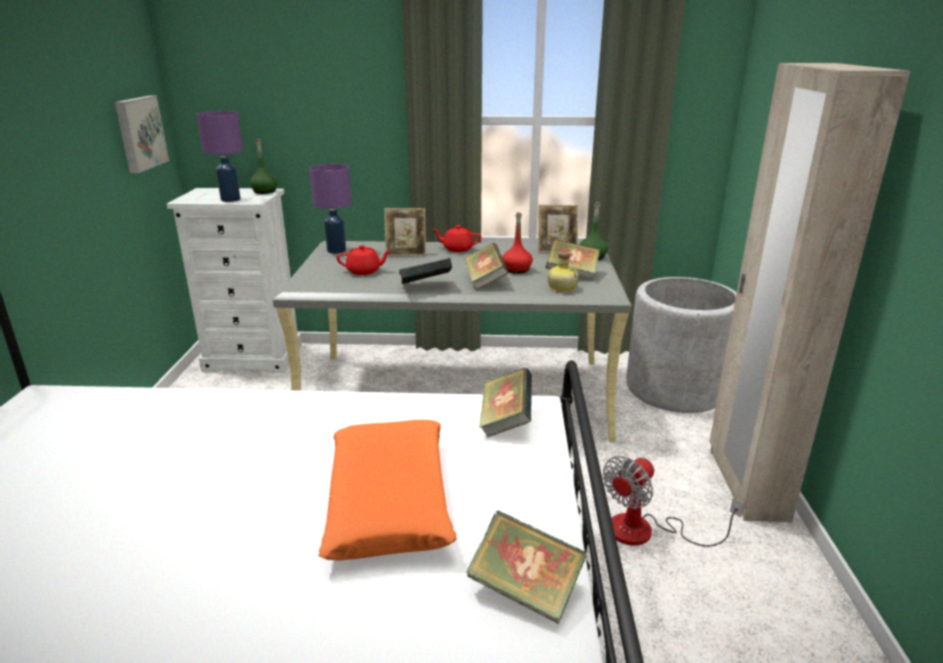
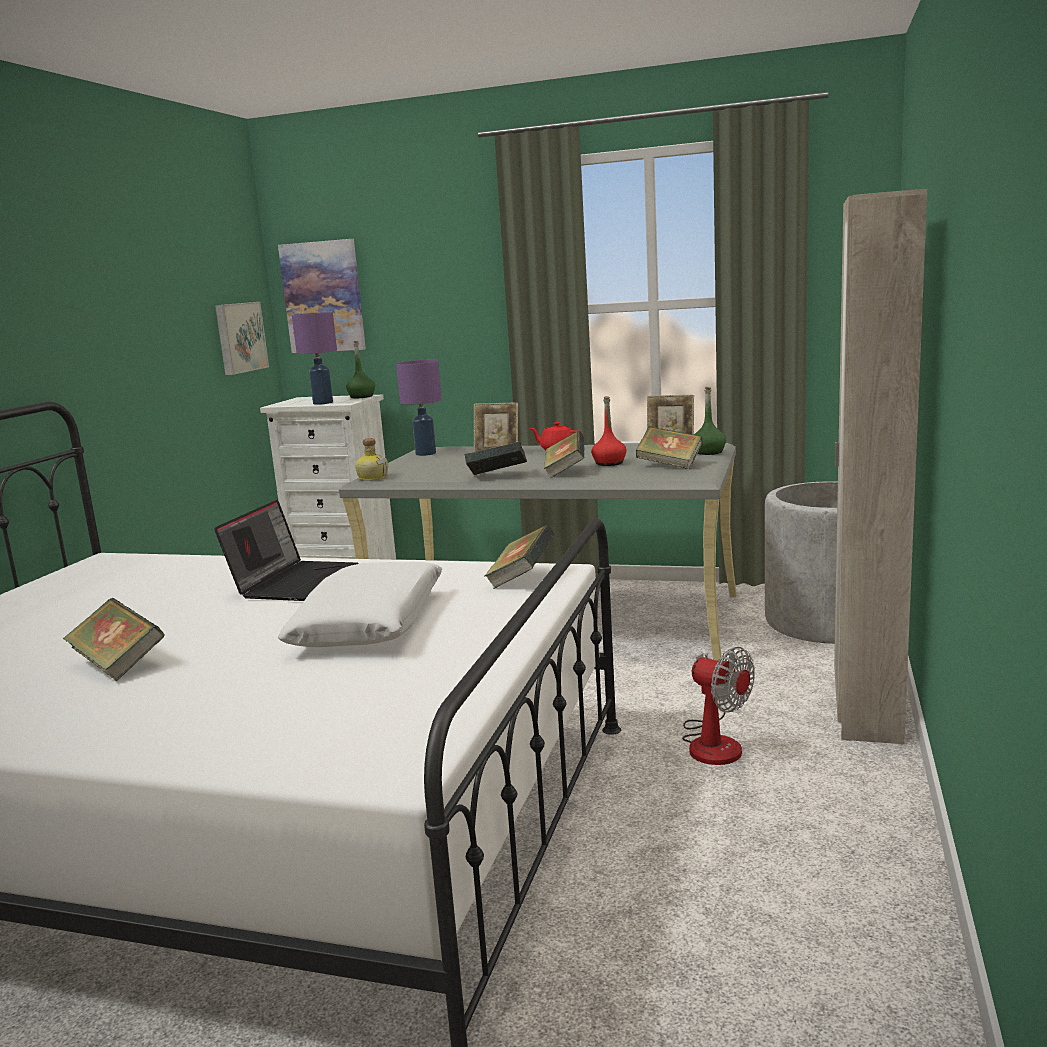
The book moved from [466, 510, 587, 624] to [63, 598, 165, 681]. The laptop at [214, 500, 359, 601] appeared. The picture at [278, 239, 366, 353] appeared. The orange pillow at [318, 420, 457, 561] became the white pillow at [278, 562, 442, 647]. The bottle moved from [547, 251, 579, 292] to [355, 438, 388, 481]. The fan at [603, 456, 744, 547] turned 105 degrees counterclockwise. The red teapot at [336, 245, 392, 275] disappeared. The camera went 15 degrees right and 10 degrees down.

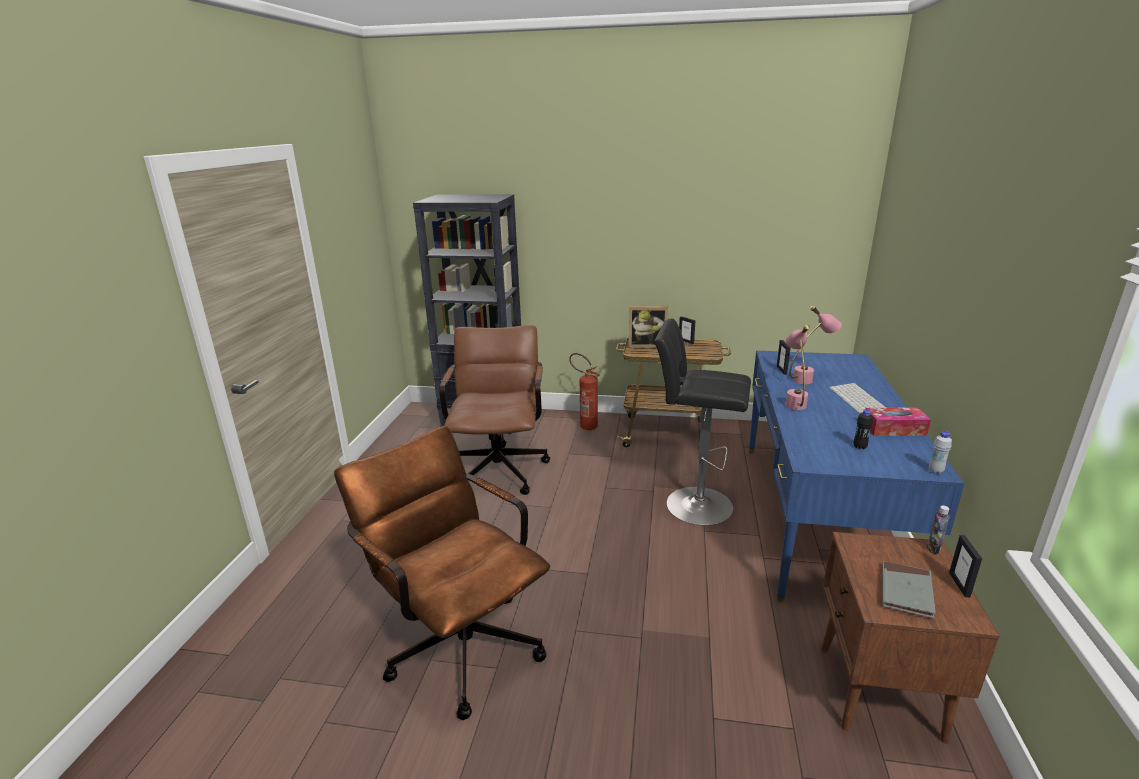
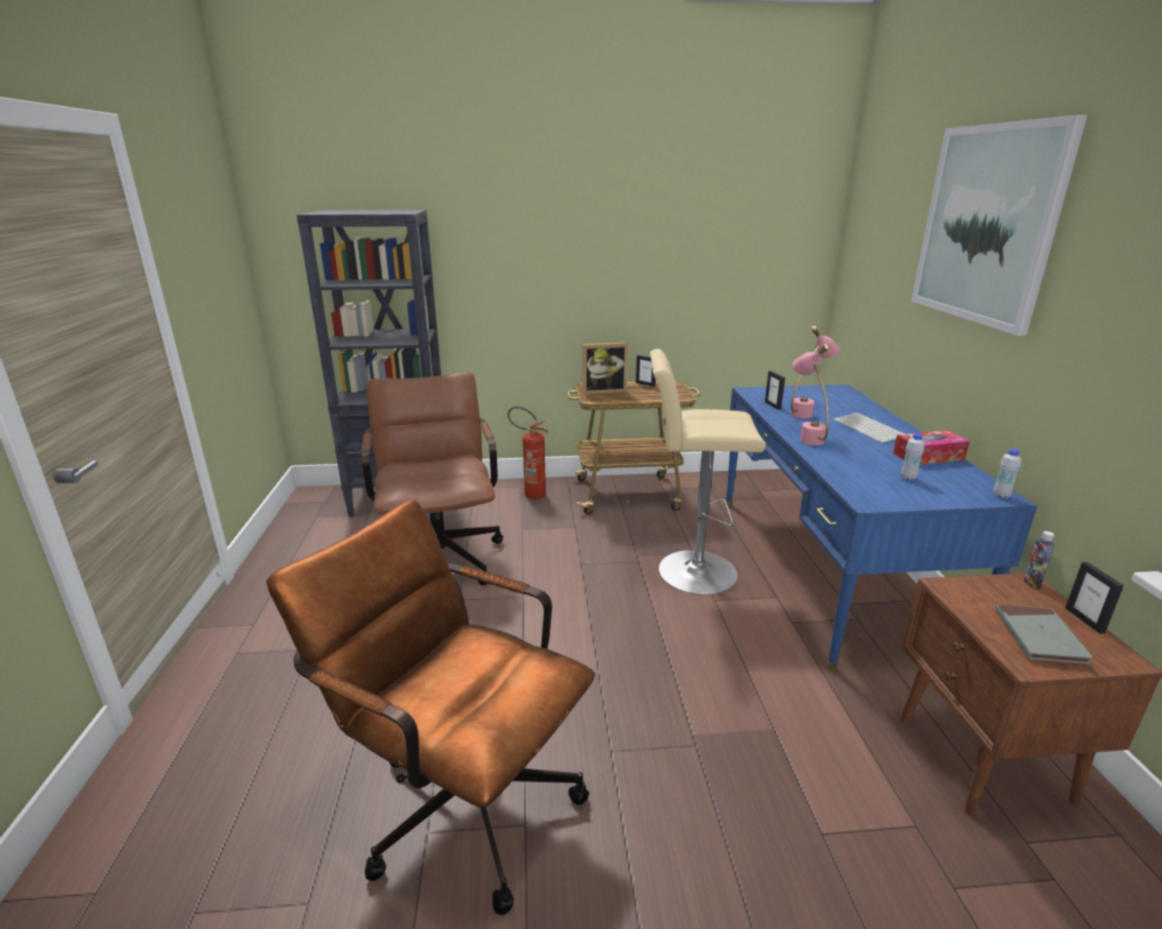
The black stool at [654, 318, 751, 526] became the beige stool at [650, 349, 766, 595]. The black bottle at [853, 409, 873, 449] became the white bottle at [901, 433, 925, 481]. The picture at [911, 115, 1088, 336] appeared. The camera went 15 degrees left and 0 degrees up.

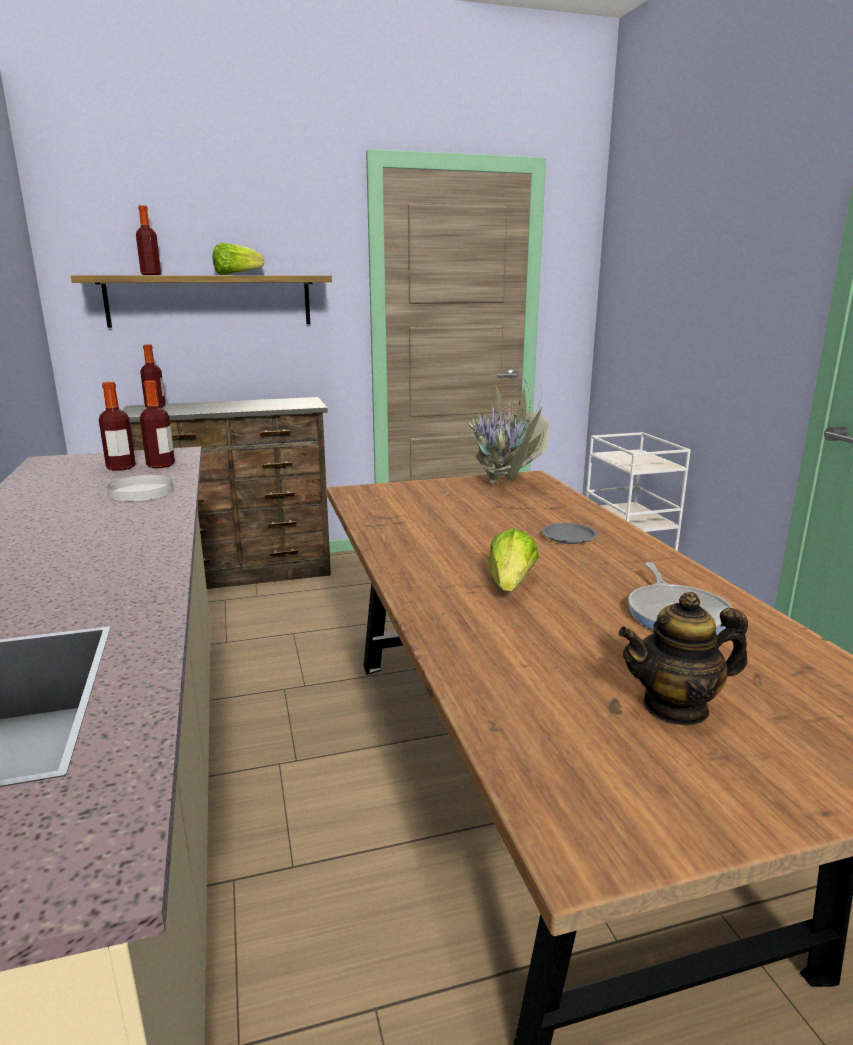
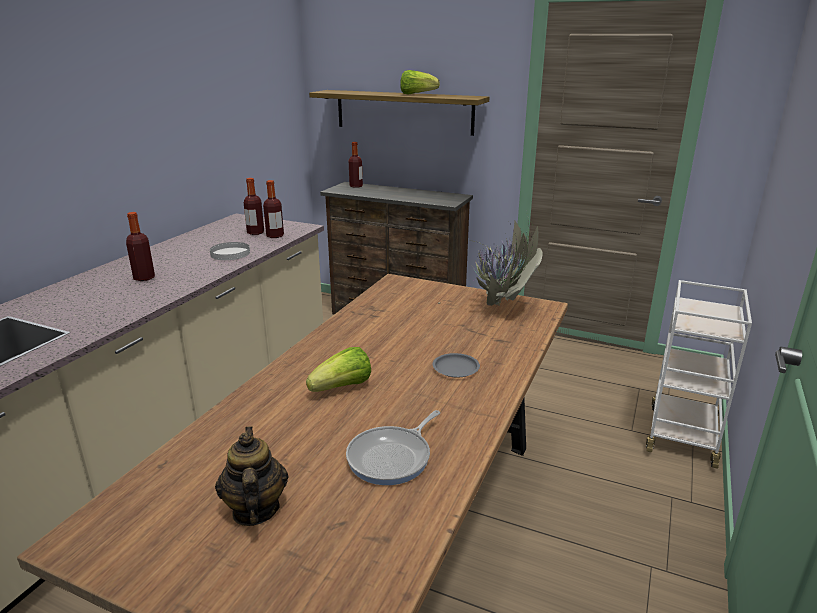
The bottle moved from [136, 205, 161, 275] to [126, 212, 155, 281]. The teapot at [618, 592, 748, 726] turned 45 degrees clockwise. The camera went 40 degrees right and 5 degrees up.

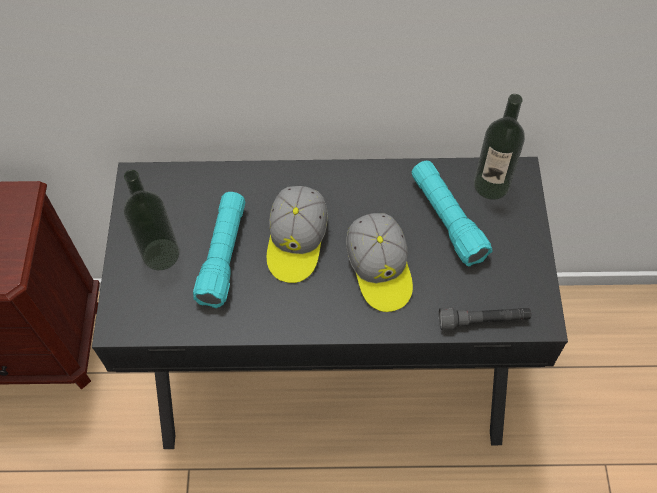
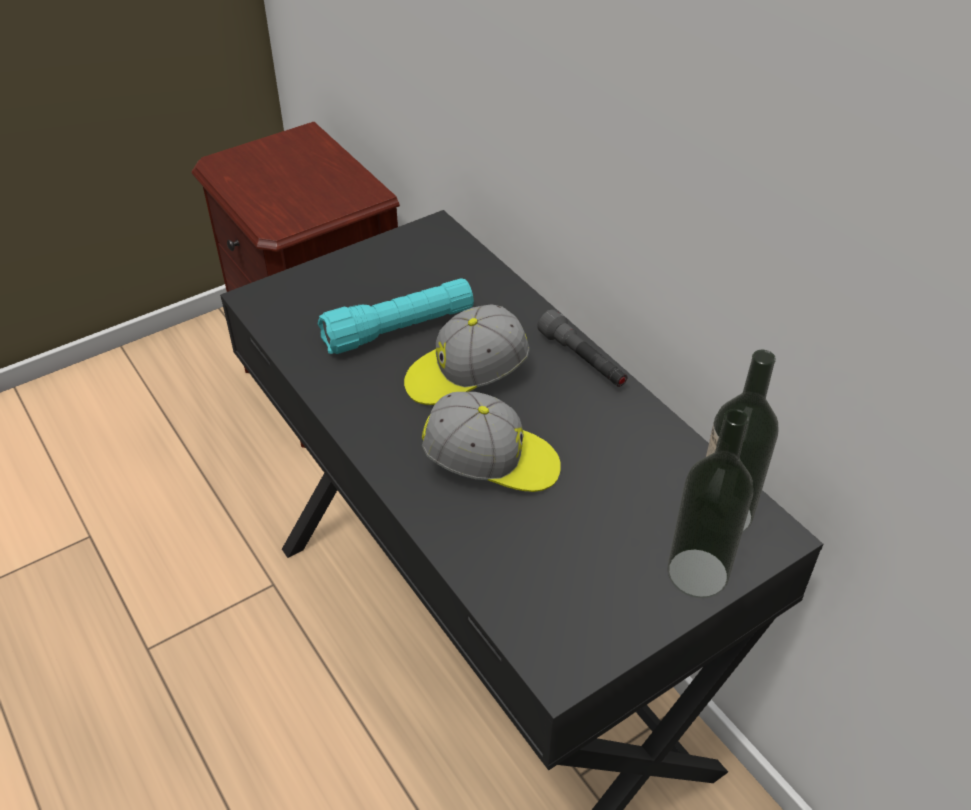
The cap at [346, 213, 413, 312] turned 120 degrees counterclockwise. The grey flashlight moved from [439, 307, 531, 330] to [538, 309, 627, 387]. The bottle moved from [124, 170, 180, 270] to [668, 409, 753, 598]. The turquoise flashlight at [412, 161, 493, 266] disappeared. The camera went 55 degrees right and 15 degrees down.

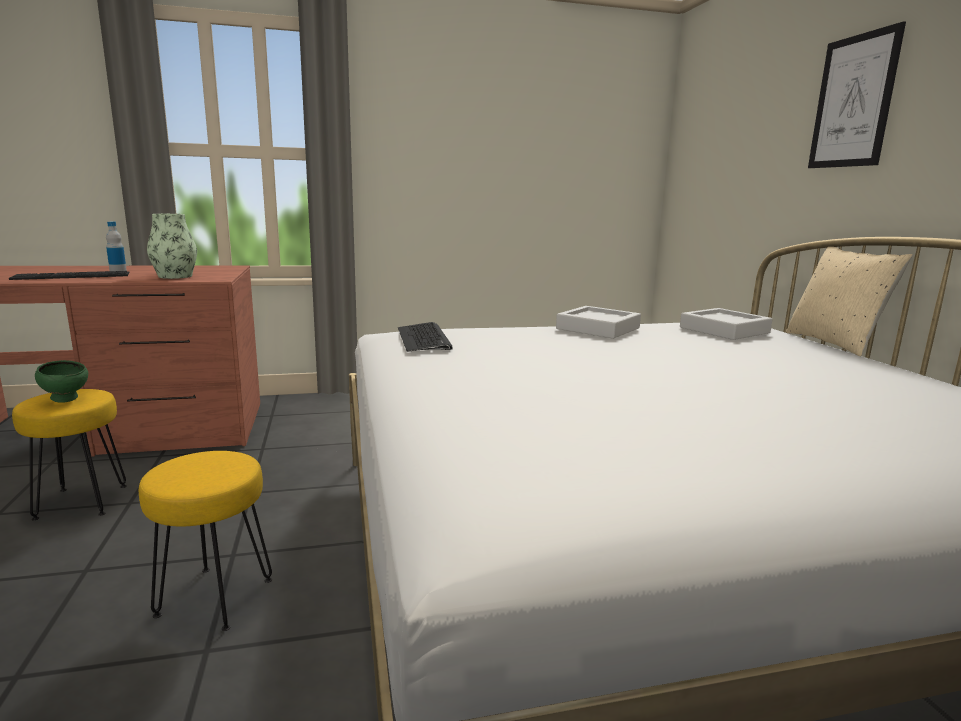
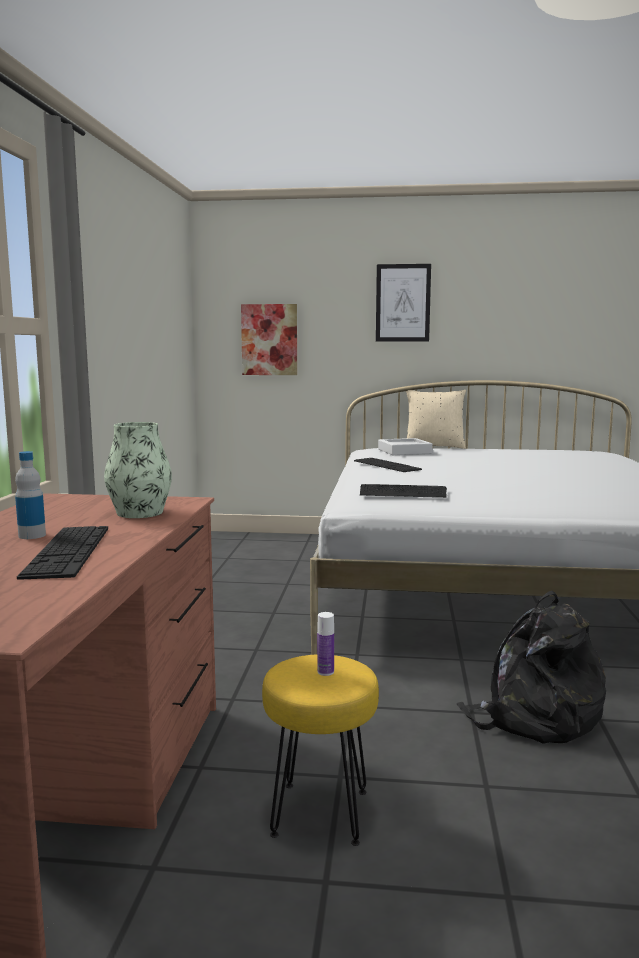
The picture at [241, 304, 297, 375] appeared. The green bowl at [35, 360, 88, 403] was replaced by the bottle at [317, 612, 334, 676]. The grey tray at [556, 306, 641, 339] was replaced by the keyboard at [354, 458, 422, 472]. The yellow stool at [139, 451, 272, 631] was replaced by the black backpack at [456, 590, 606, 744]. The camera went 70 degrees left and 5 degrees down.

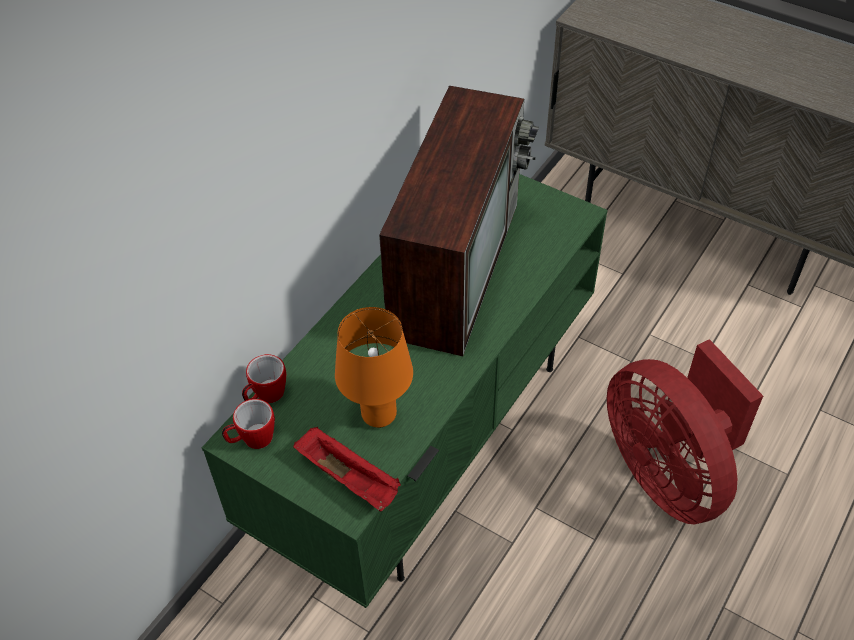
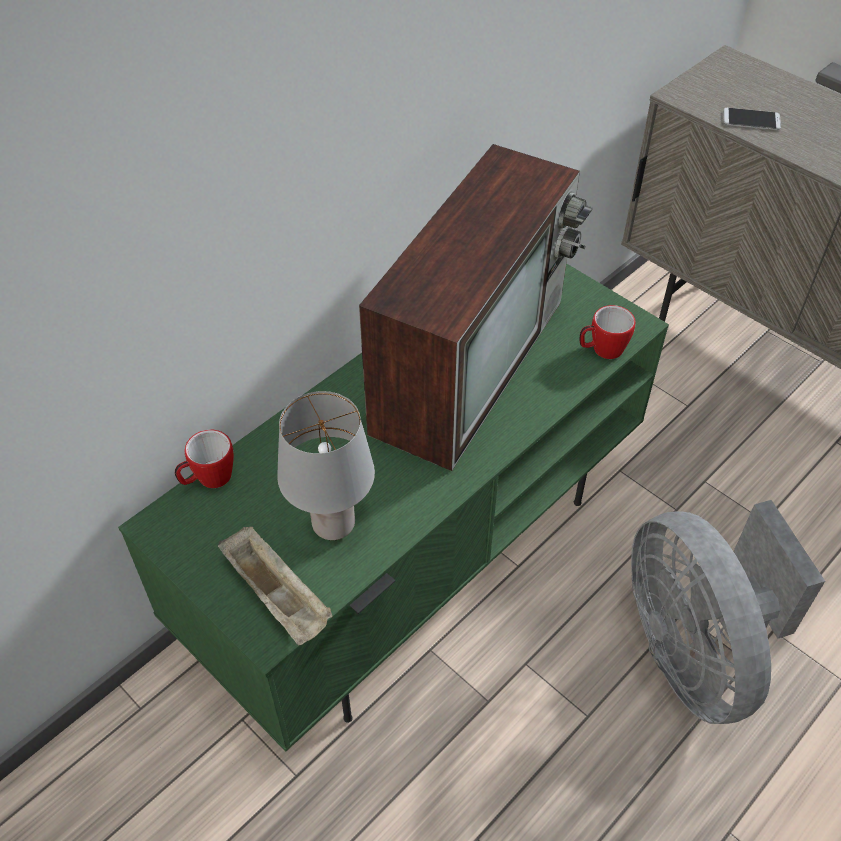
The red tray at [293, 427, 401, 512] became the beige tray at [218, 527, 333, 645]. The orange table lamp at [335, 307, 413, 428] became the grey table lamp at [277, 391, 375, 540]. The mug moved from [222, 399, 275, 449] to [580, 305, 636, 359]. The red fan at [607, 339, 763, 524] became the grey fan at [631, 500, 825, 724]. The phone at [723, 108, 781, 130] appeared. The camera went 10 degrees right and 0 degrees up.

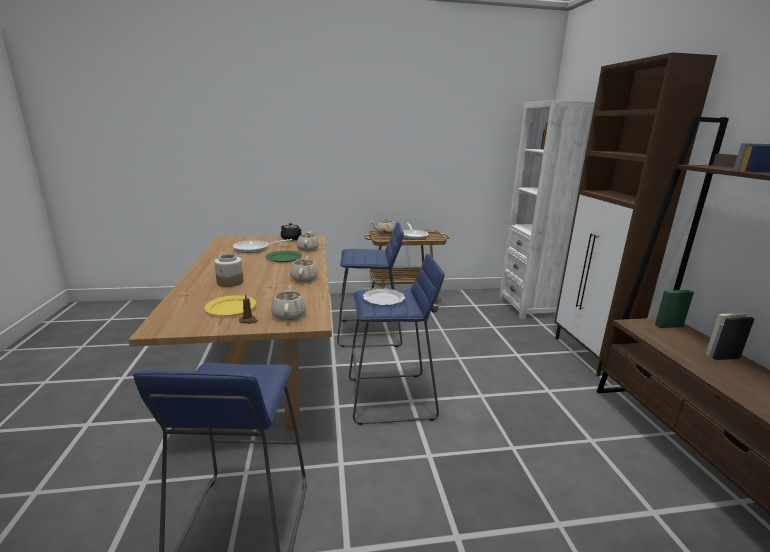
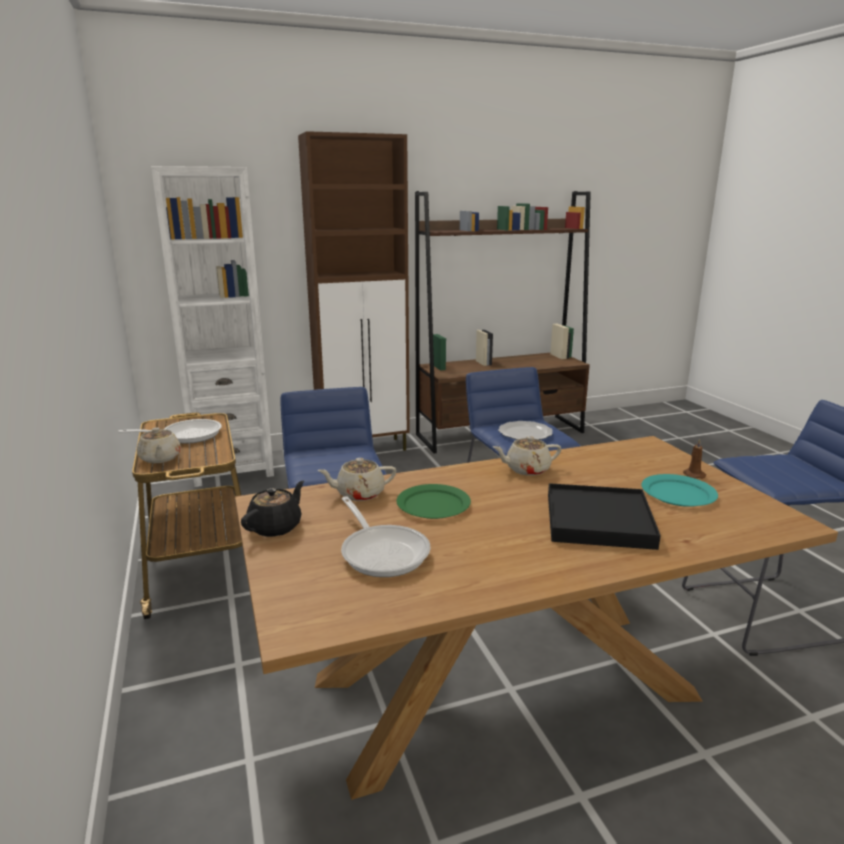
The jar at [214, 254, 243, 287] was replaced by the black tray at [548, 483, 661, 550]. The yellow plate at [205, 295, 256, 316] became the turquoise plate at [641, 474, 718, 507]. The beige teapot at [271, 285, 306, 320] disappeared. The camera went 100 degrees left and 0 degrees up.

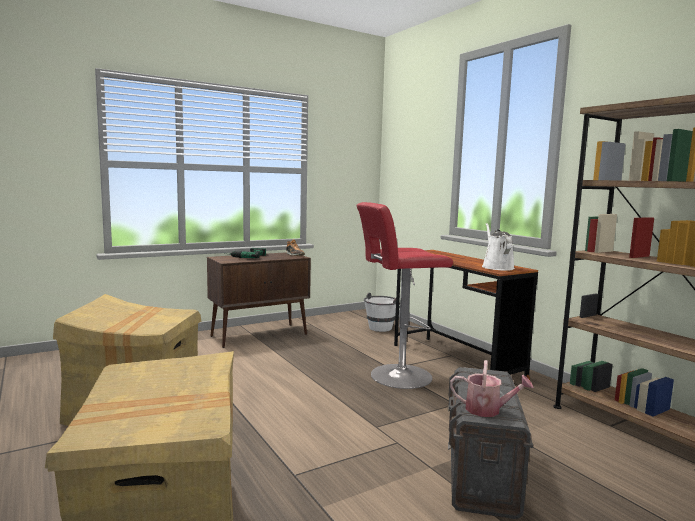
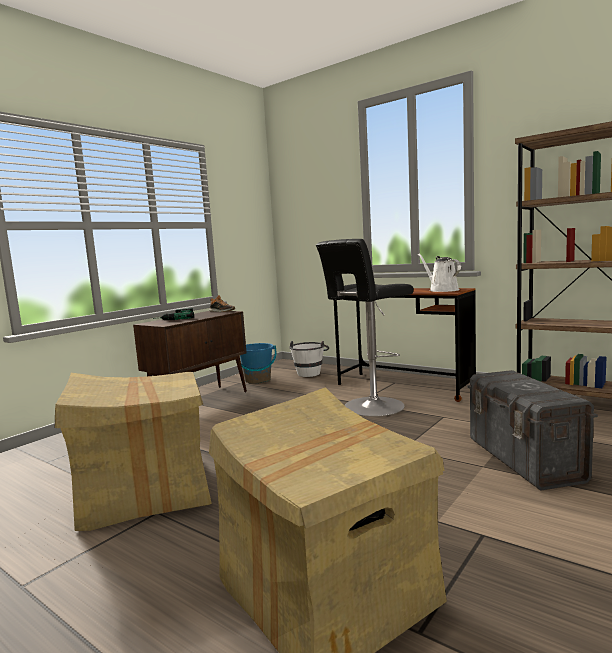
The blue bucket at [240, 343, 277, 384] appeared. The red stool at [356, 202, 453, 389] became the black stool at [316, 239, 414, 417]. The watering can at [450, 360, 534, 417] disappeared. The camera went 20 degrees left and 0 degrees up.

